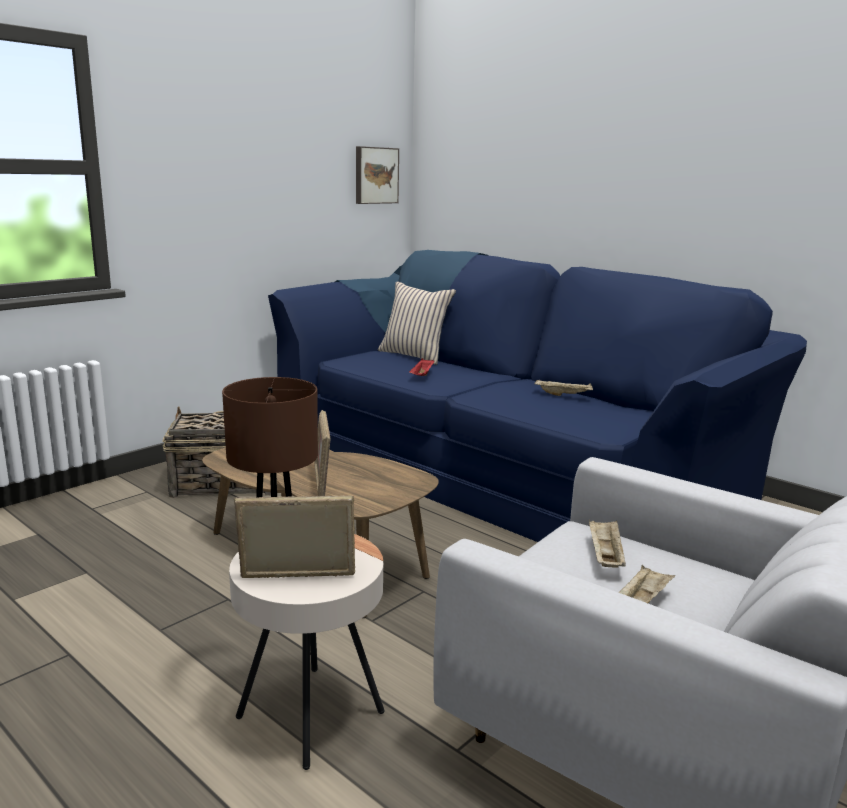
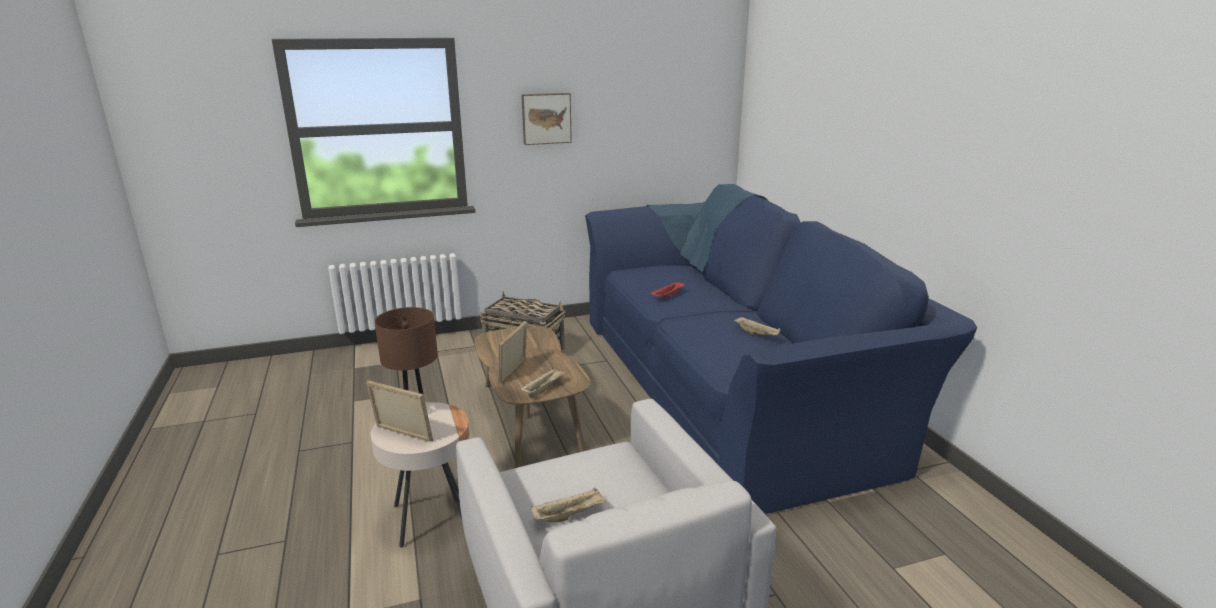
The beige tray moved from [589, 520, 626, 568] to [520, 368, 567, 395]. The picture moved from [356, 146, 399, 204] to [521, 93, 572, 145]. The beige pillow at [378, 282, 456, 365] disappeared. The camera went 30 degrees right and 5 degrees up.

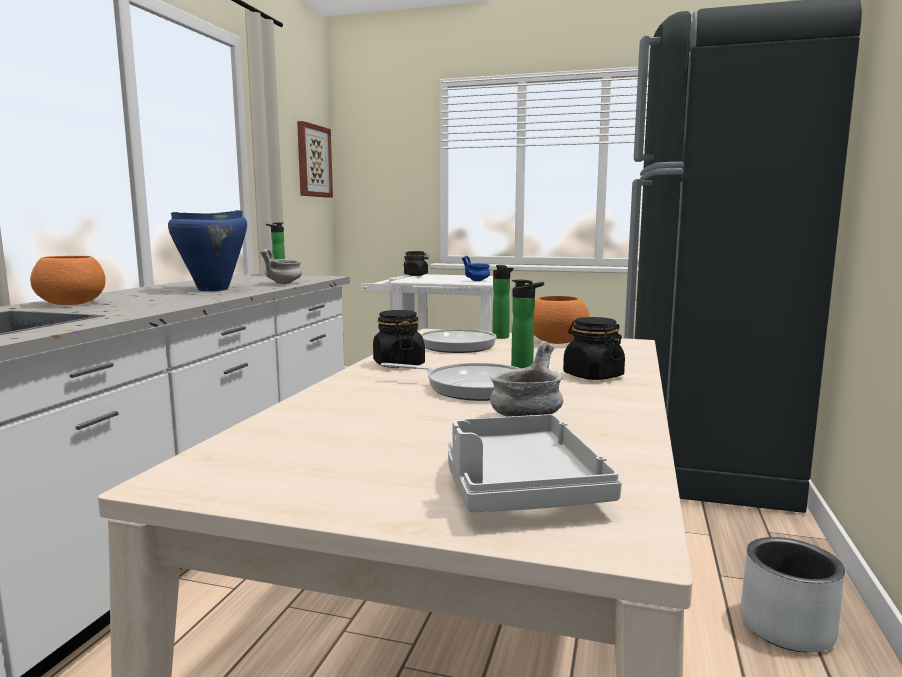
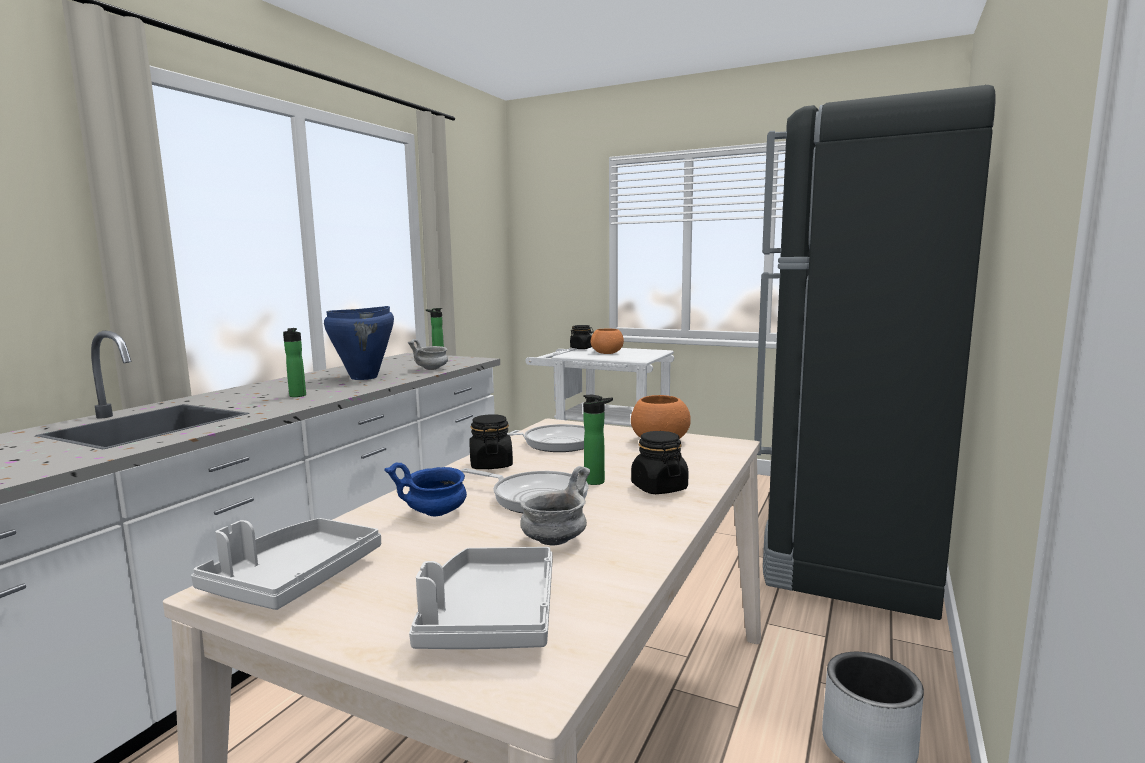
The grey tray at [191, 518, 381, 610] appeared. The bottle moved from [492, 265, 513, 339] to [283, 328, 306, 397]. The blue bowl moved from [462, 256, 490, 281] to [384, 463, 467, 517]. The orange bowl moved from [30, 256, 106, 305] to [590, 329, 624, 354]. The picture at [297, 121, 333, 198] disappeared. The camera went 10 degrees right and 0 degrees up.

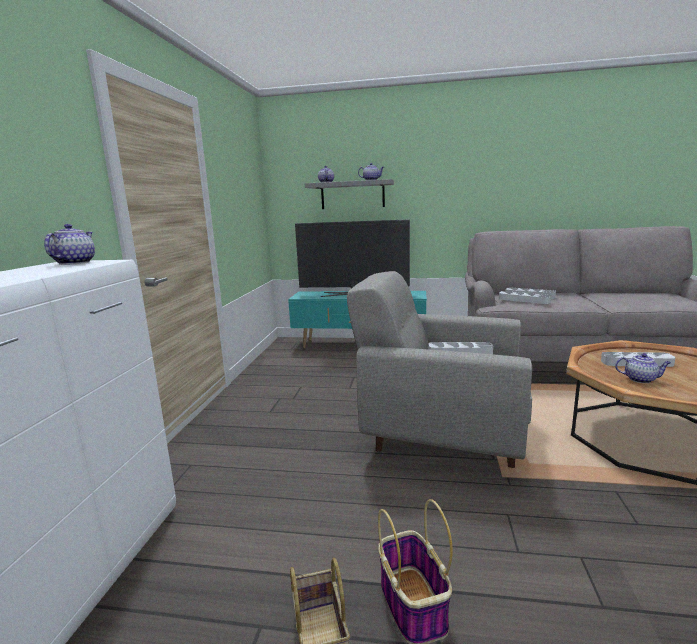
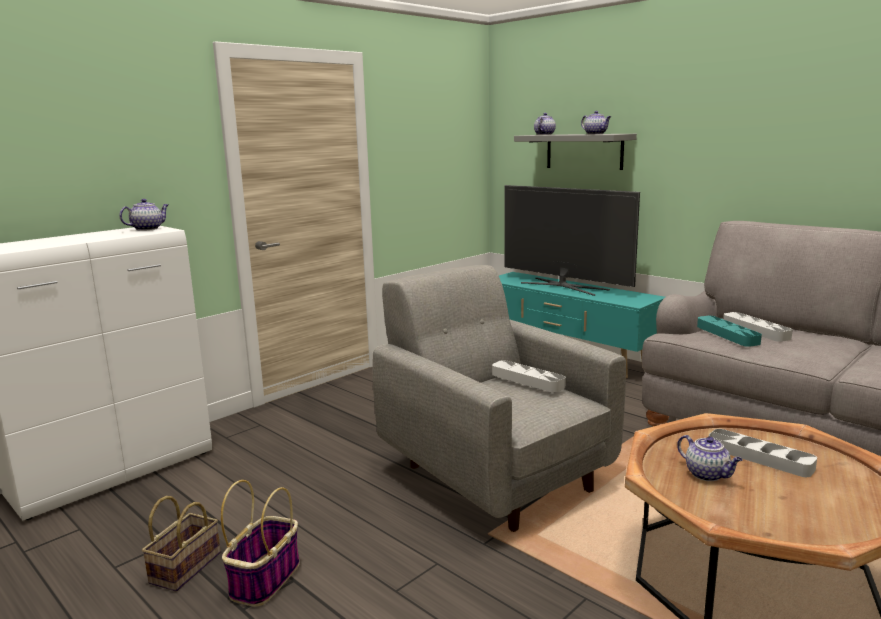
The grey tray at [499, 291, 551, 304] became the turquoise tray at [697, 316, 762, 347]. The camera went 35 degrees right and 0 degrees up.

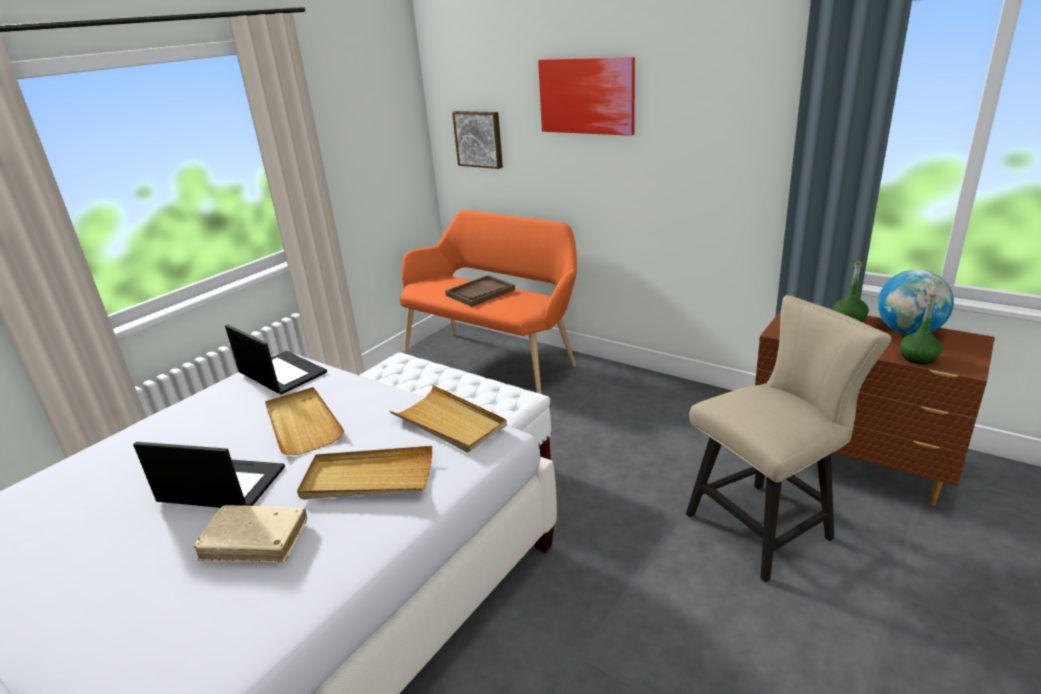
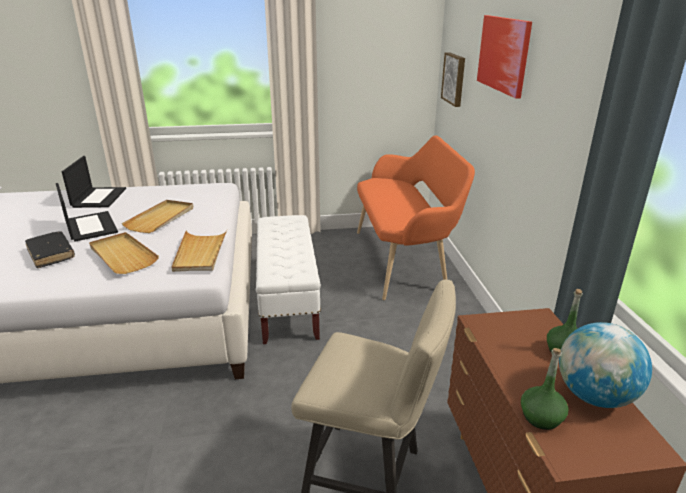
The beige book at [194, 505, 307, 563] became the black book at [25, 231, 75, 268]. The laptop moved from [225, 325, 327, 395] to [62, 156, 126, 208]. The brown tray at [445, 275, 515, 307] disappeared. The camera went 45 degrees right and 0 degrees up.

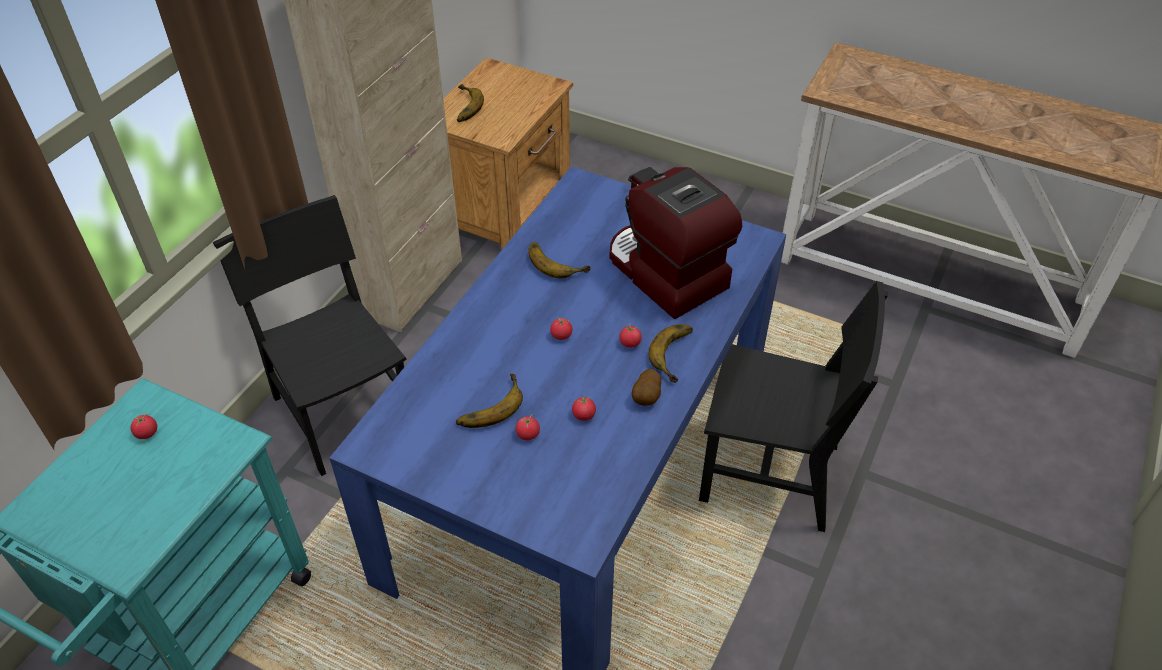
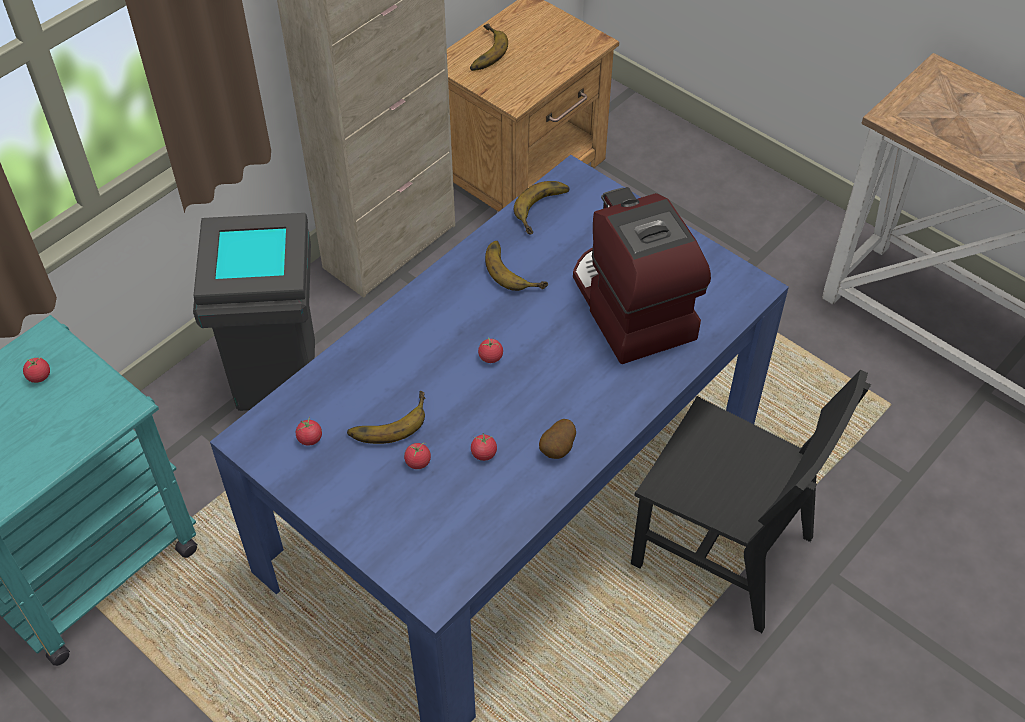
The black chair at [213, 195, 407, 476] was replaced by the grey trash can at [193, 213, 315, 411]. The tomato moved from [619, 325, 642, 348] to [296, 417, 322, 446]. The banana moved from [649, 324, 693, 382] to [514, 181, 569, 235]. The camera went 15 degrees right and 5 degrees up.

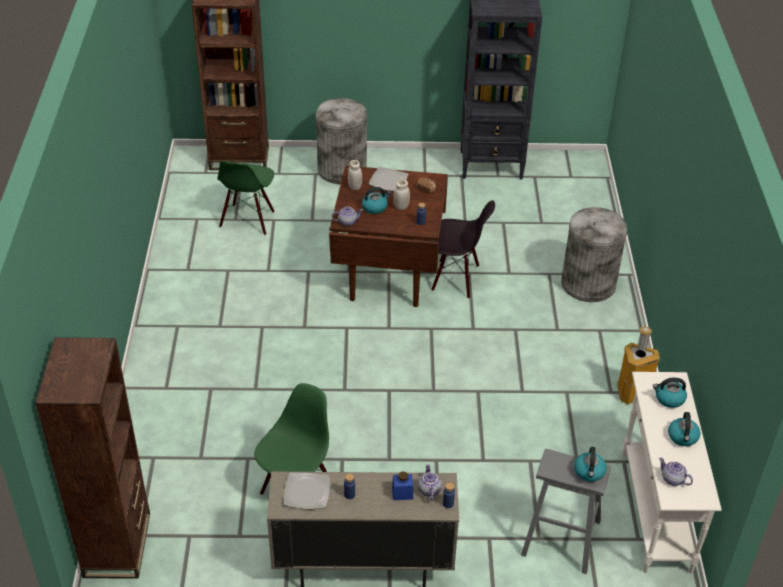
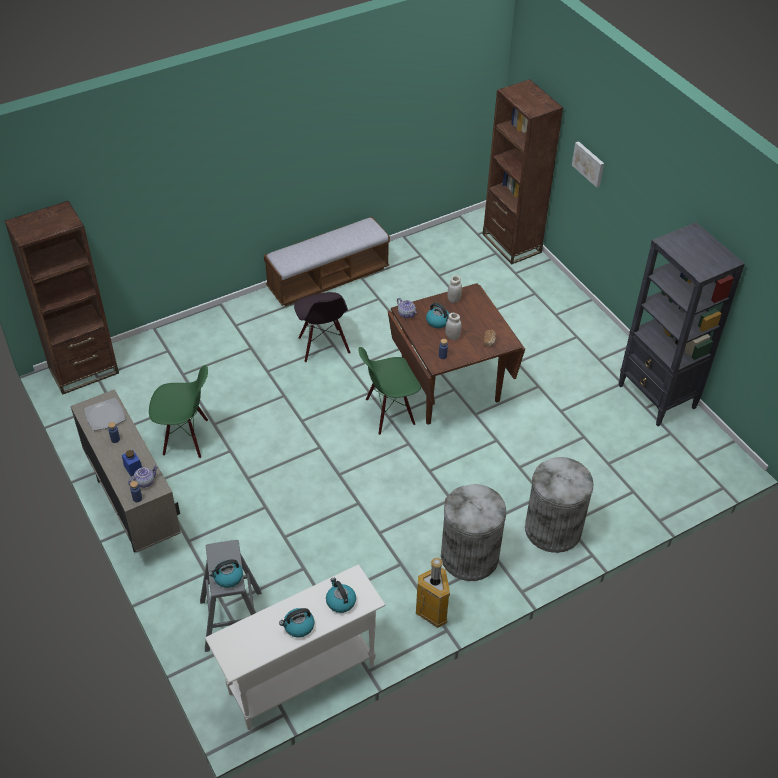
The bench at [264, 217, 390, 306] appeared. The black chair moved from [427, 200, 495, 299] to [294, 292, 351, 362]. The green chair moved from [217, 161, 275, 235] to [359, 347, 421, 435]. The grey trash can moved from [315, 98, 367, 184] to [441, 484, 506, 581]. The picture at [572, 141, 604, 188] appeared. The plate at [368, 167, 408, 191] disappeared. The teapot at [659, 457, 693, 486] disappeared. The camera went 60 degrees right and 5 degrees up.

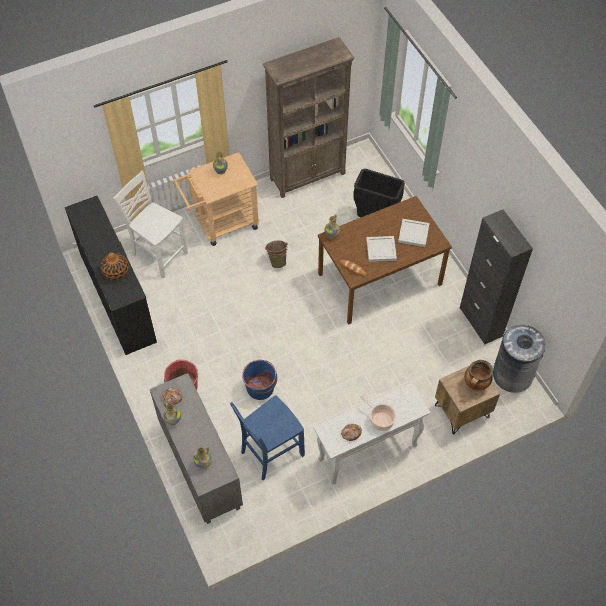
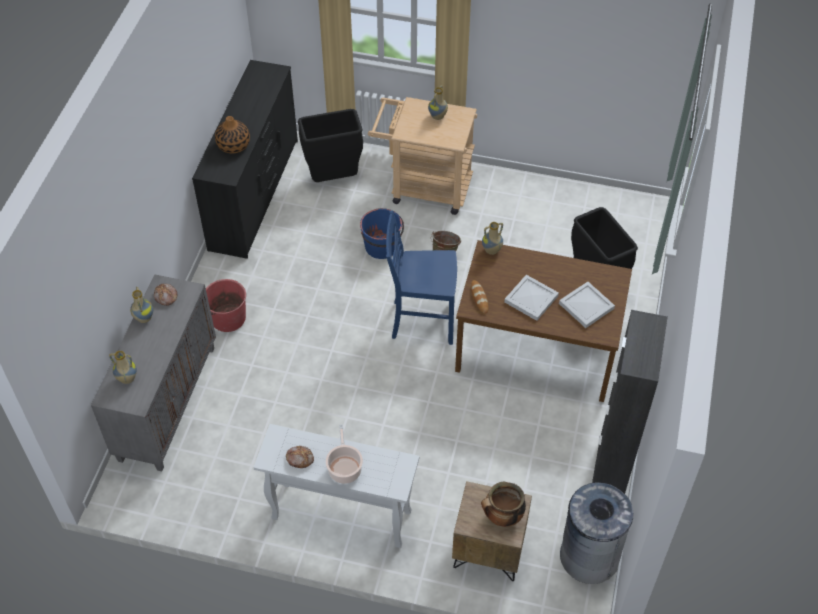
The white chair at [113, 171, 188, 278] was replaced by the black trash can at [298, 109, 363, 182]. The blue bucket moved from [242, 360, 277, 400] to [360, 208, 404, 259]. The blue chair moved from [230, 395, 305, 480] to [386, 210, 457, 345]. The brown bookcase at [263, 37, 355, 198] disappeared. The camera went 40 degrees right and 5 degrees down.

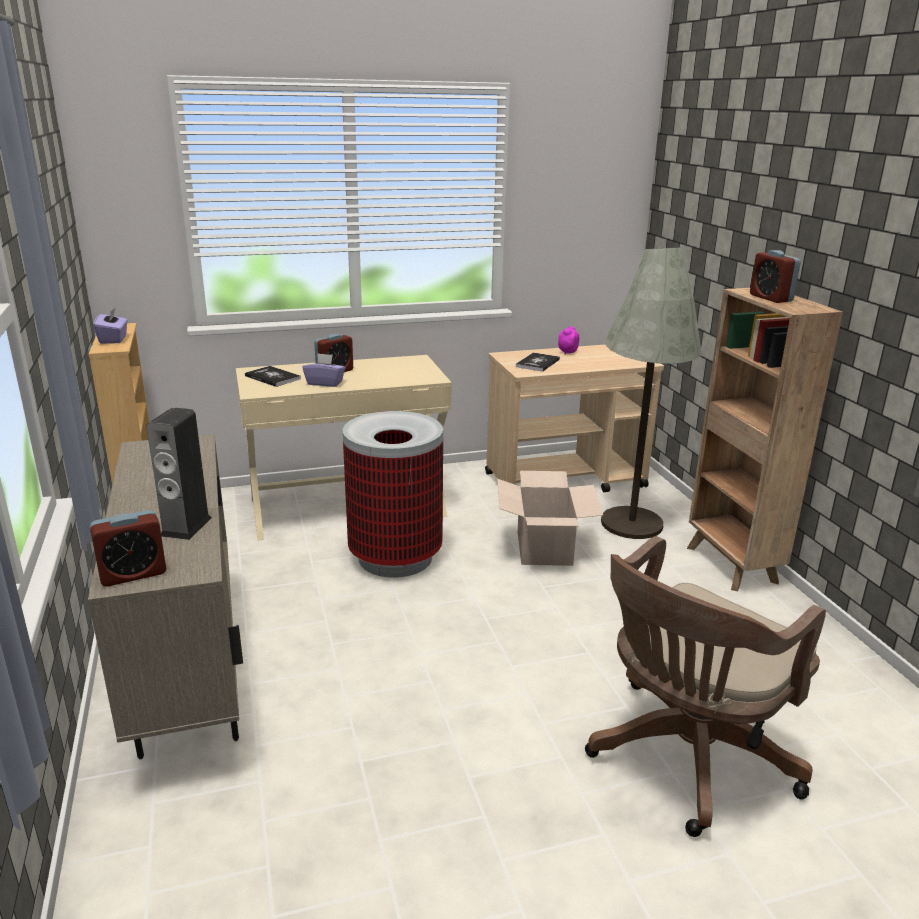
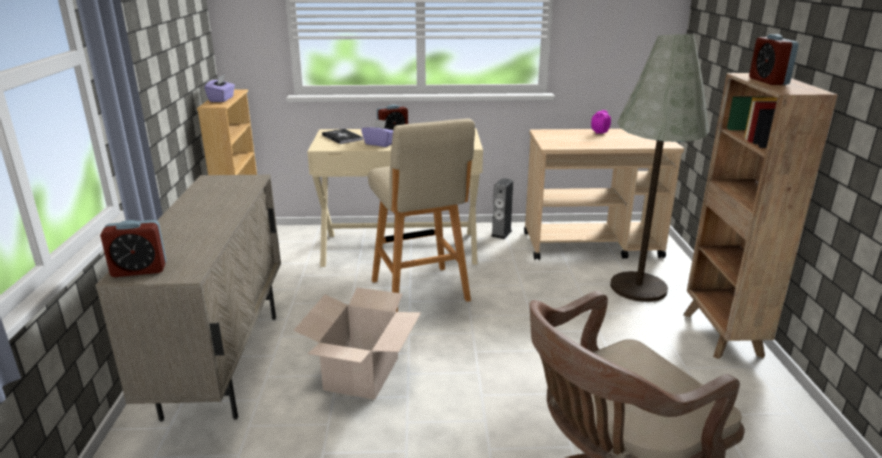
The cardboard box moved from [497, 471, 603, 566] to [294, 287, 421, 400]. The trash can at [343, 411, 443, 578] was replaced by the beige stool at [368, 118, 475, 312]. The speaker moved from [146, 407, 212, 540] to [491, 178, 513, 239]. The book at [516, 352, 560, 372] disappeared. The camera went 15 degrees right and 0 degrees up.

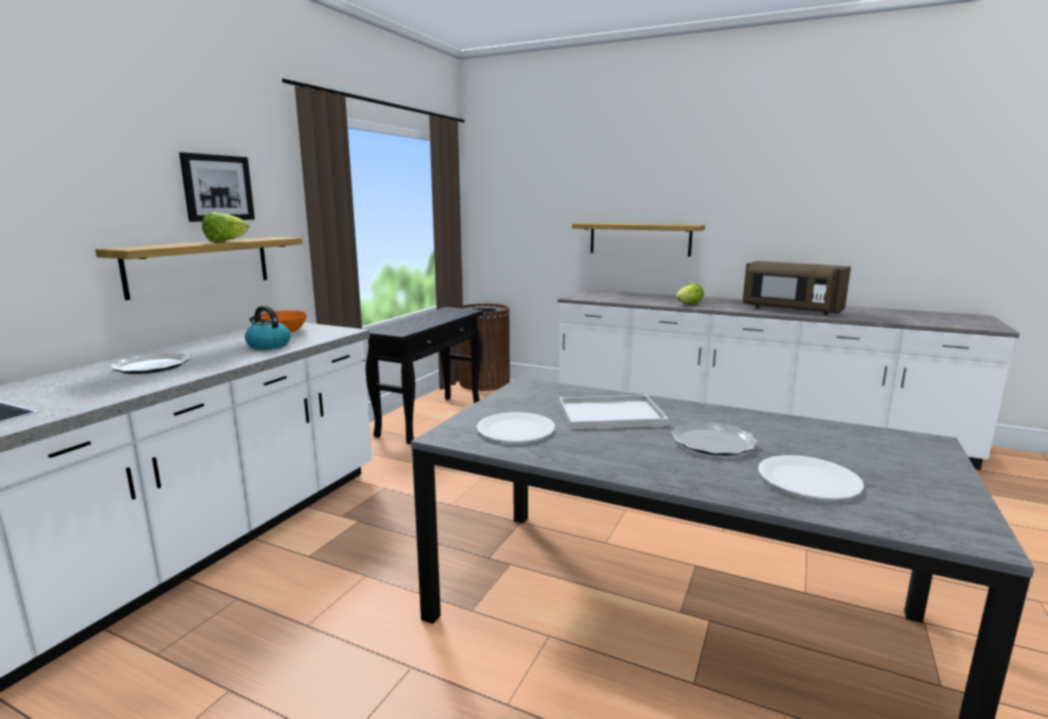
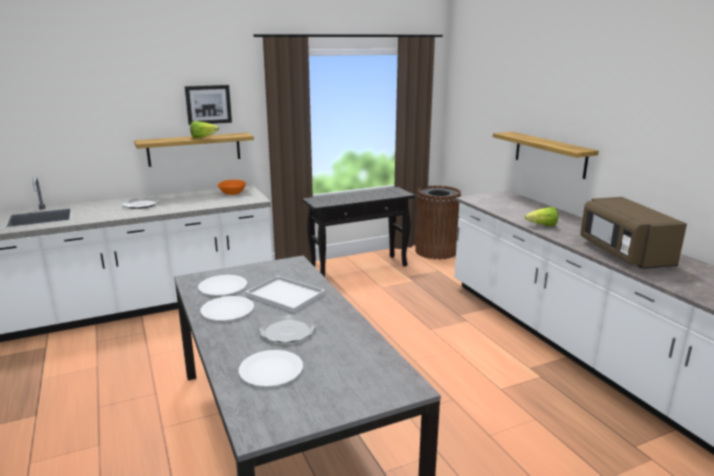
The white plate at [201, 296, 254, 321] appeared. The kettle at [245, 306, 291, 349] disappeared. The camera went 40 degrees right and 5 degrees up.

